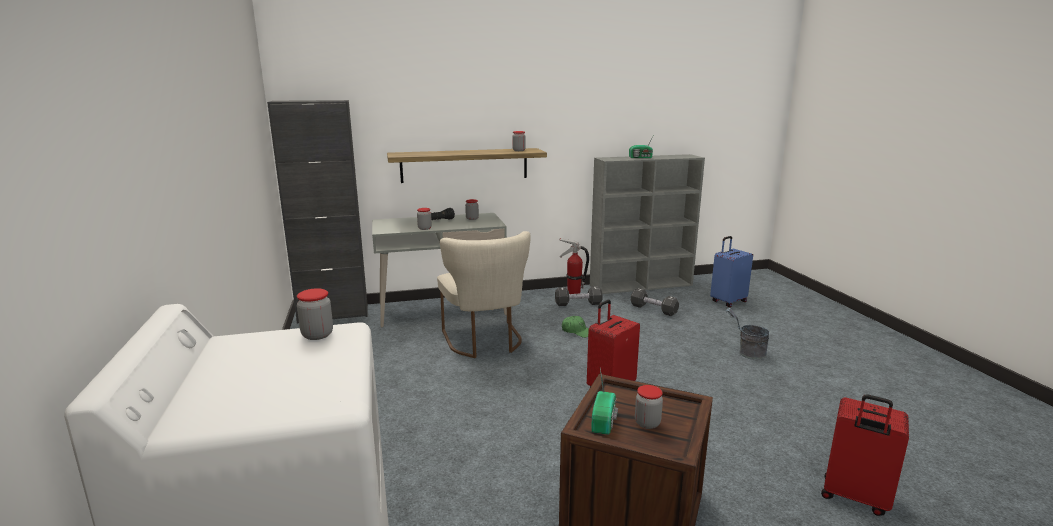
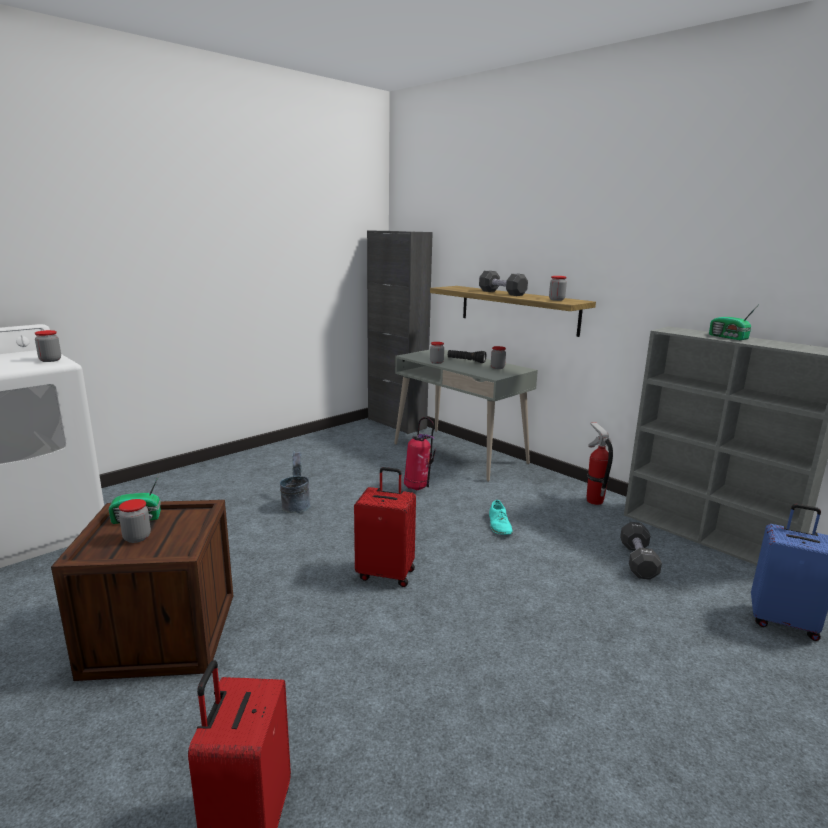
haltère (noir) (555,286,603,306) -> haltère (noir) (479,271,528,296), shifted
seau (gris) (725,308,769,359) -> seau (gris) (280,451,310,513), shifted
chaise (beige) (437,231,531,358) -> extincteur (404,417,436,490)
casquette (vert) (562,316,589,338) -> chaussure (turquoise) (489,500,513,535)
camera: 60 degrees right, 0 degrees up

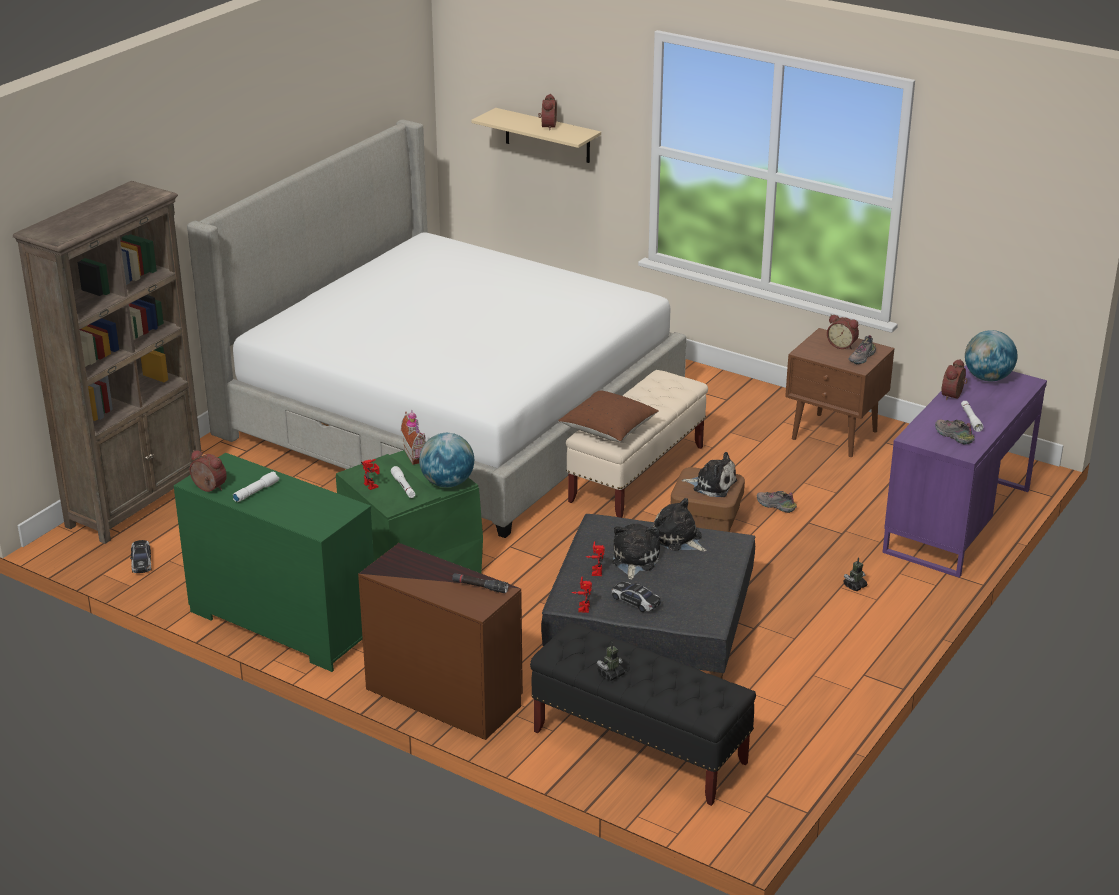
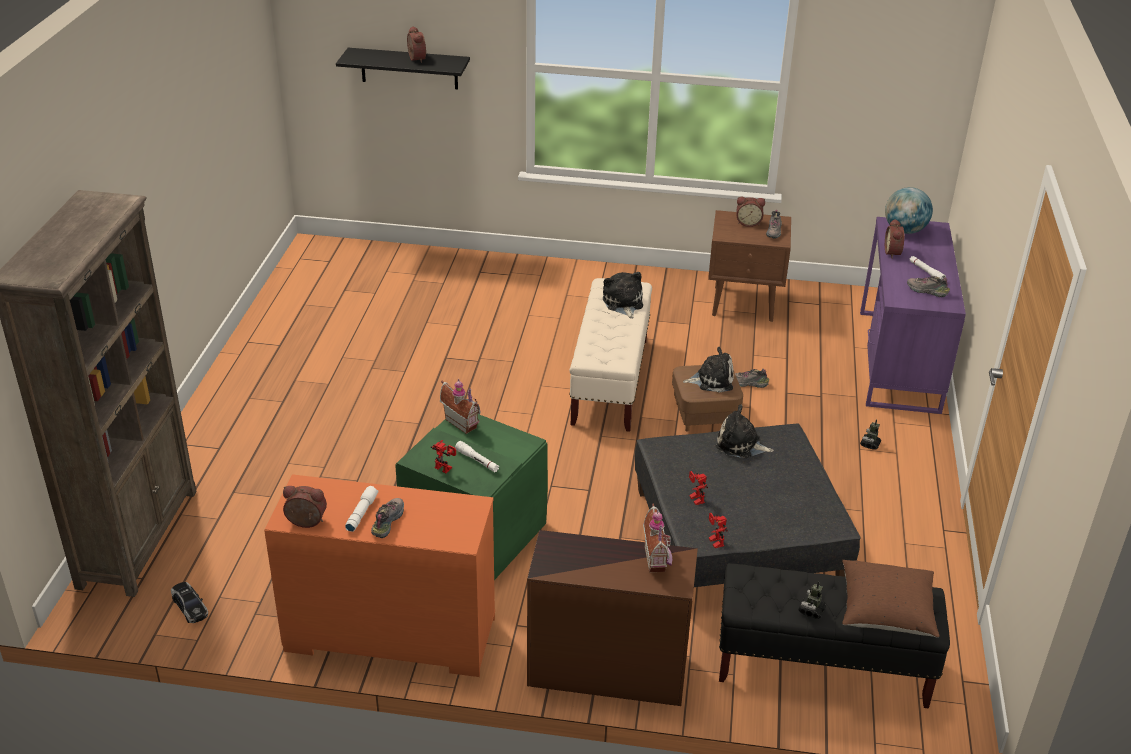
lit (187,119,687,538) -> none
globe (419,433,474,488) -> none
petite voiture (611,582,661,612) -> none
none -> chaussure (371,498,404,538)
coussin (marron) (558,391,659,442) -> coussin (marron) (842,560,939,638), shifted
peluche (612,524,660,580) -> peluche (603,272,643,319), shifted
lampe de poche (noir) (452,573,509,593) -> maison miniature (643,503,672,573)
commode (vert) (174,453,374,672) -> commode (orange) (264,474,495,677)
étagère (beige) (471,108,601,163) -> étagère (noir) (336,48,470,89)
camera: 25 degrees left, 5 degrees up

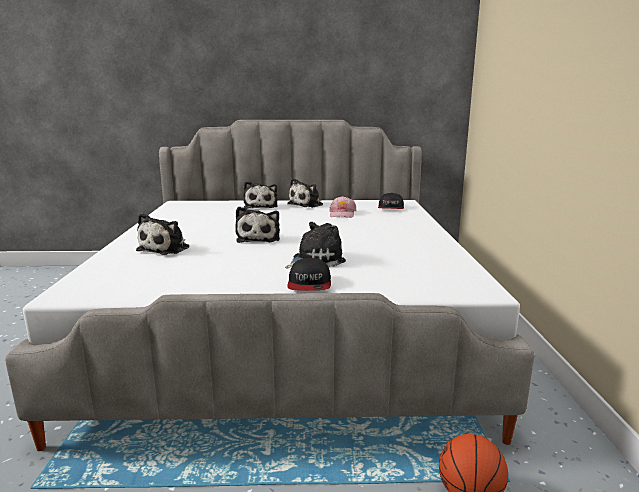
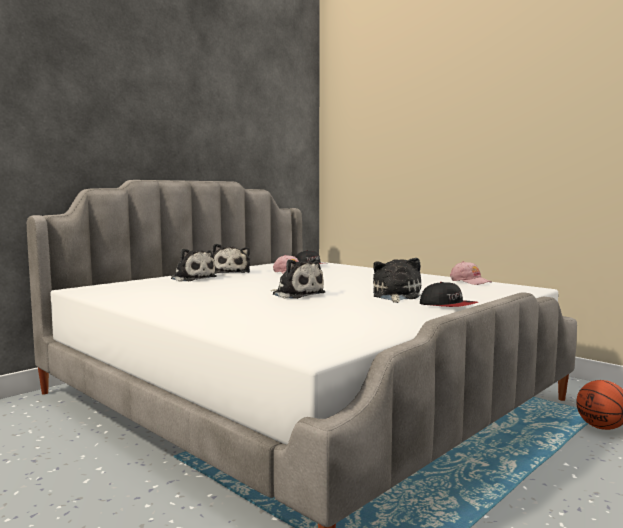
peluche (136,213,189,255) -> none
none -> casquette (rose) (450,261,492,285)
camera: 45 degrees left, 10 degrees down

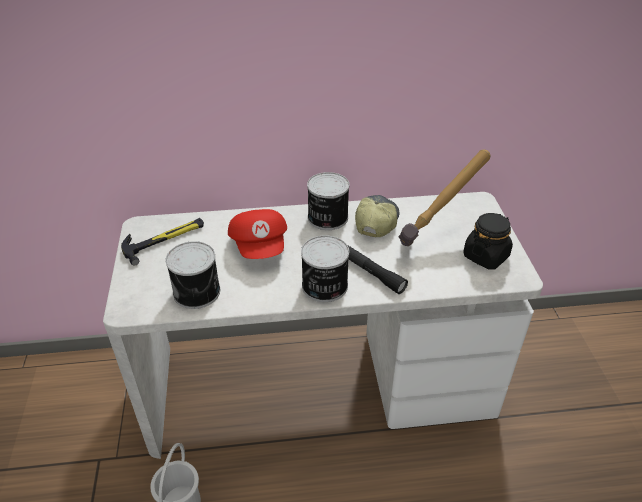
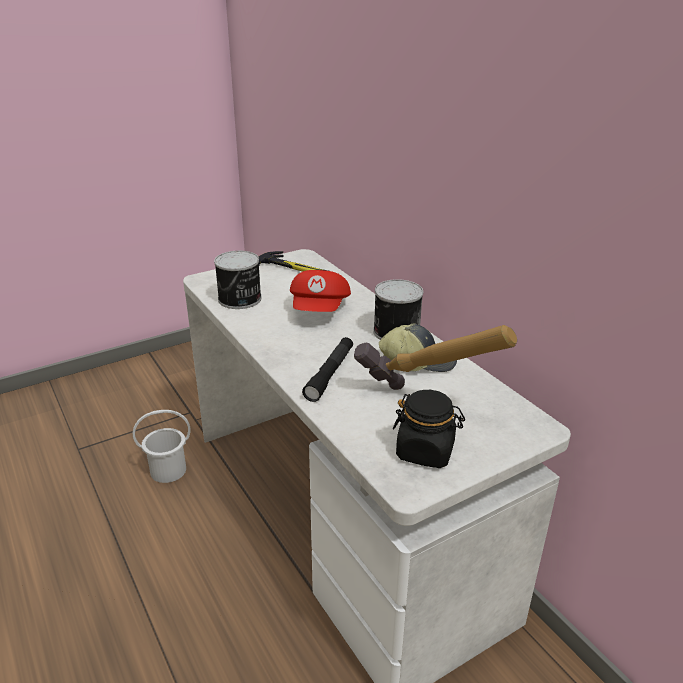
boîte métallique (301,235,349,302) -> none
casquette (rouge) (228,209,287,259) -> casquette (rouge) (290,270,351,312), 45 degrees counterclockwise
camera: 65 degrees right, 10 degrees down

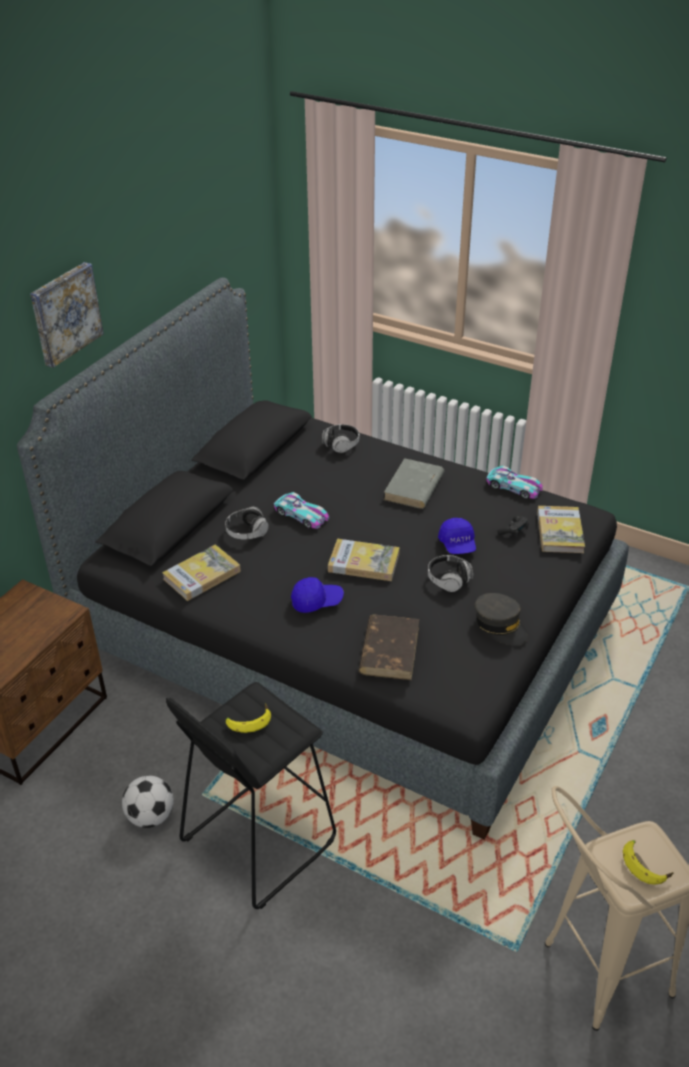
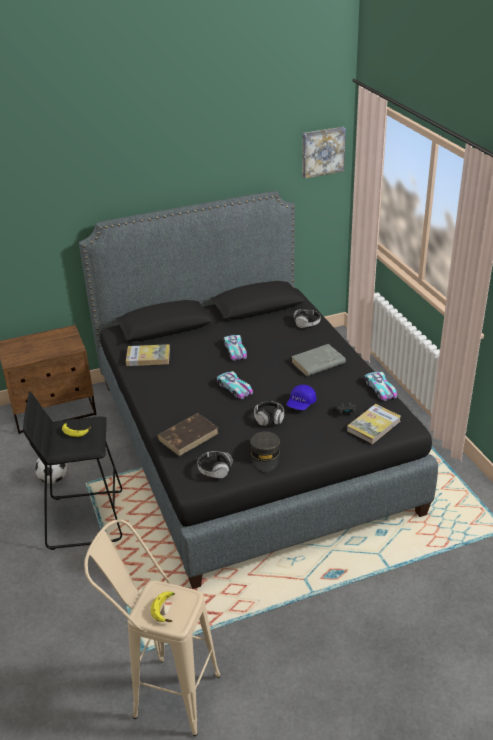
casquette (bleu) (291,577,344,613) -> none
tableau (30,262,104,368) -> tableau (302,127,346,179), shifted
casque audio (225,507,269,539) -> casque audio (198,451,233,478), shifted
livre (328,539,400,581) -> petite voiture (217,371,253,399)
camera: 40 degrees right, 5 degrees down

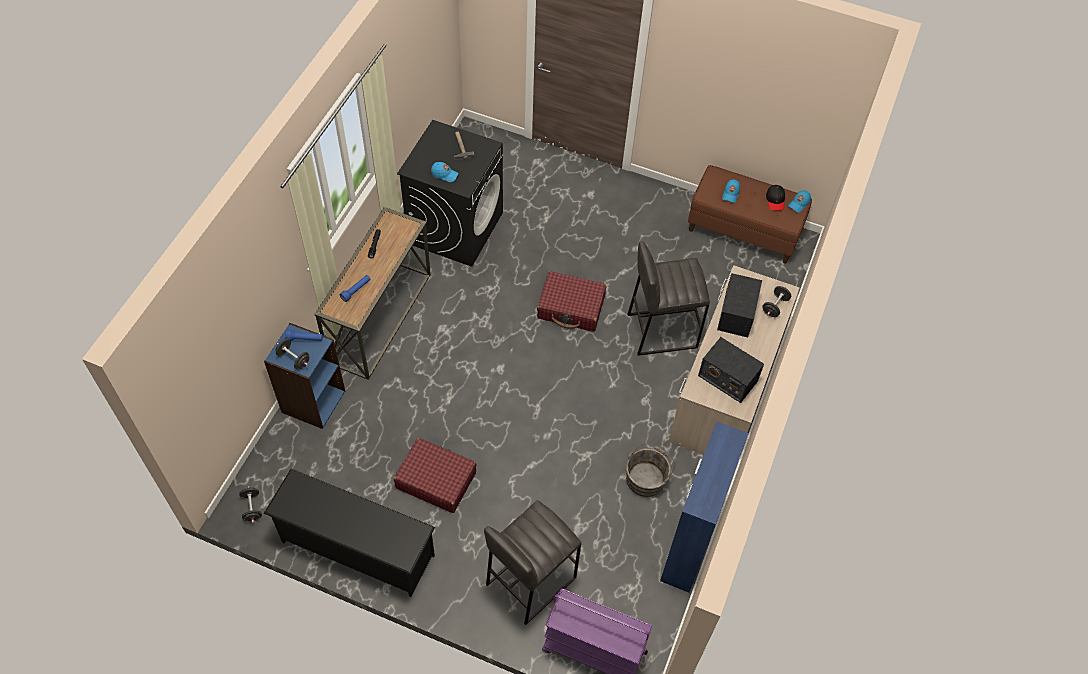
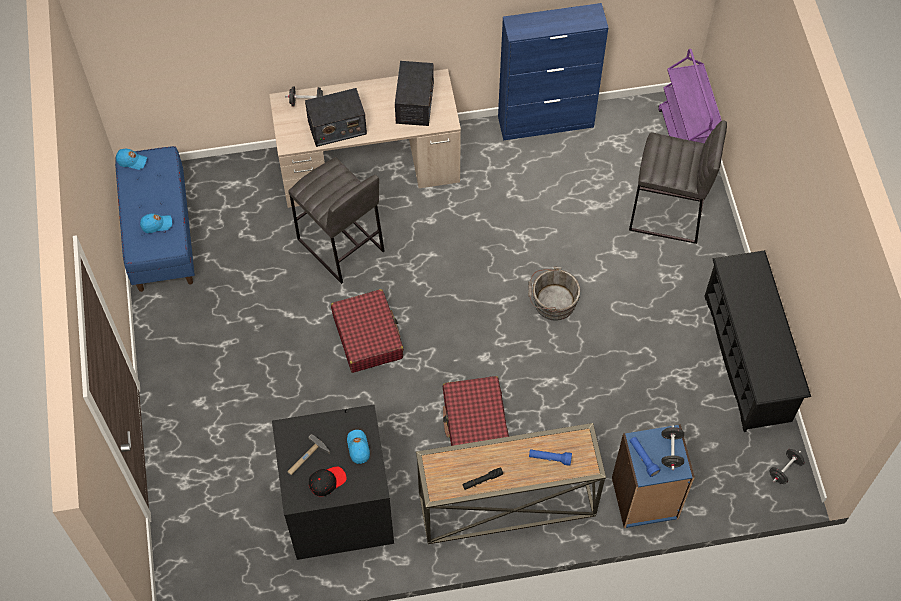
valise (rouge) (394,438,477,513) -> valise (rouge) (443,376,509,446), shifted
seau (gris) (625,444,675,497) -> seau (gris) (528,266,581,321), shifted
casquette (noir) (766,185,785,211) -> casquette (noir) (309,466,347,496), shifted
banc (marron) (688,165,812,263) -> banc (bleu) (115,146,195,292)
camera: 120 degrees left, 5 degrees up

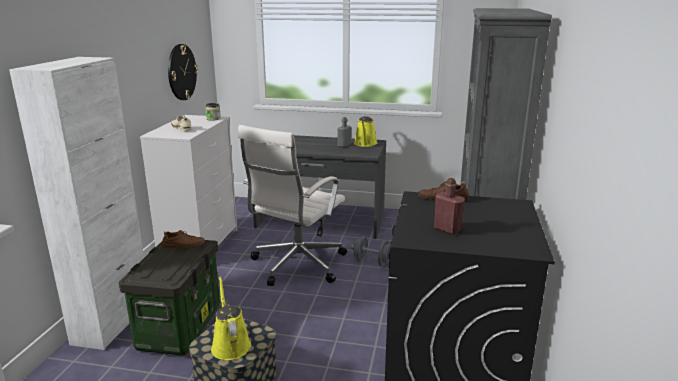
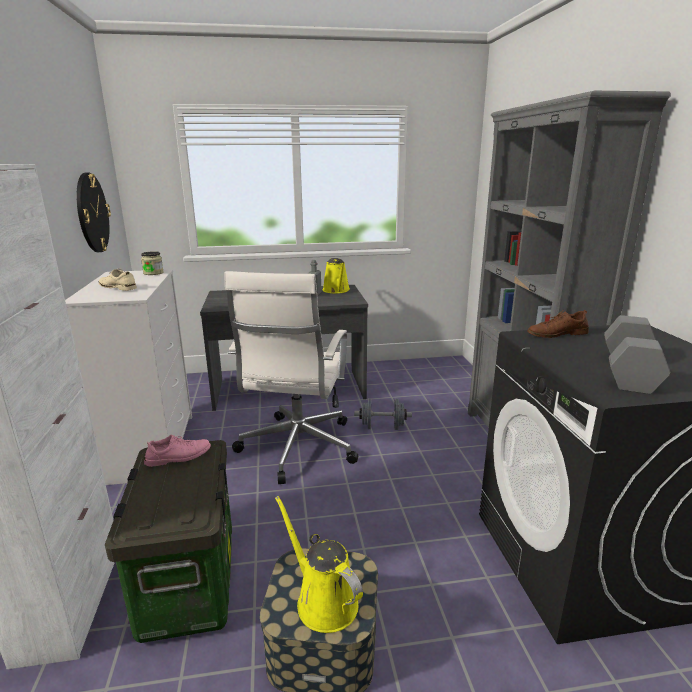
bouteille (rouge) (434,178,465,235) -> haltère (gris) (604,315,671,394)
chaussure (marron) (162,230,205,249) -> chaussure (rose) (144,435,211,467)
camera: 20 degrees left, 0 degrees up

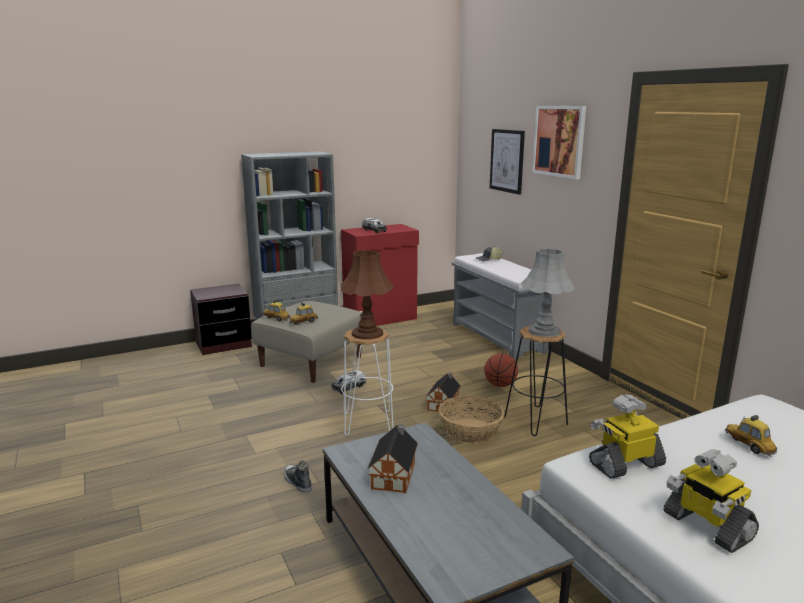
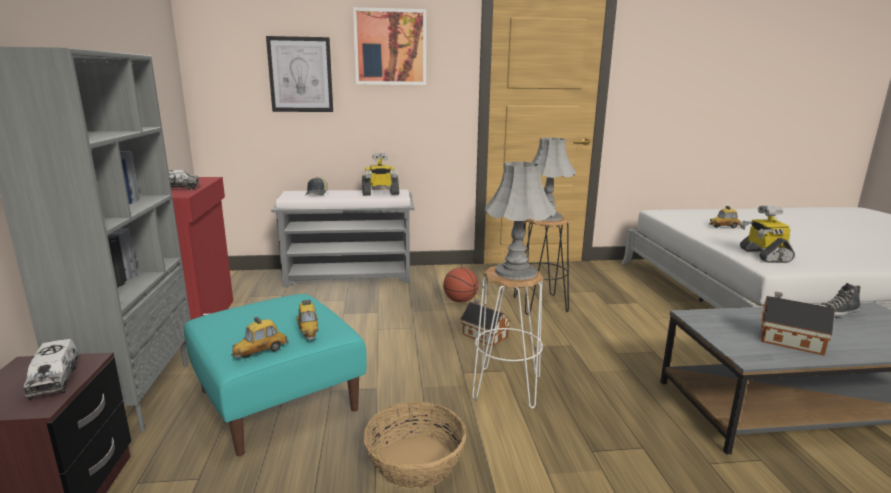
chaussure (284,461,312,493) -> chaussure (820,283,861,317), shifted
camion jouet (331,370,366,394) -> camion jouet (24,339,79,400), shifted
panier (439,395,504,444) -> panier (363,402,466,489), shifted
robot jouet (663,449,759,553) -> robot jouet (362,153,399,196), shifted
pouf (beige) (251,301,362,383) -> pouf (turquoise) (184,294,367,456)
lampe de table (marron) (340,250,393,340) -> lampe de table (gris) (485,161,556,280)
camera: 70 degrees left, 0 degrees up

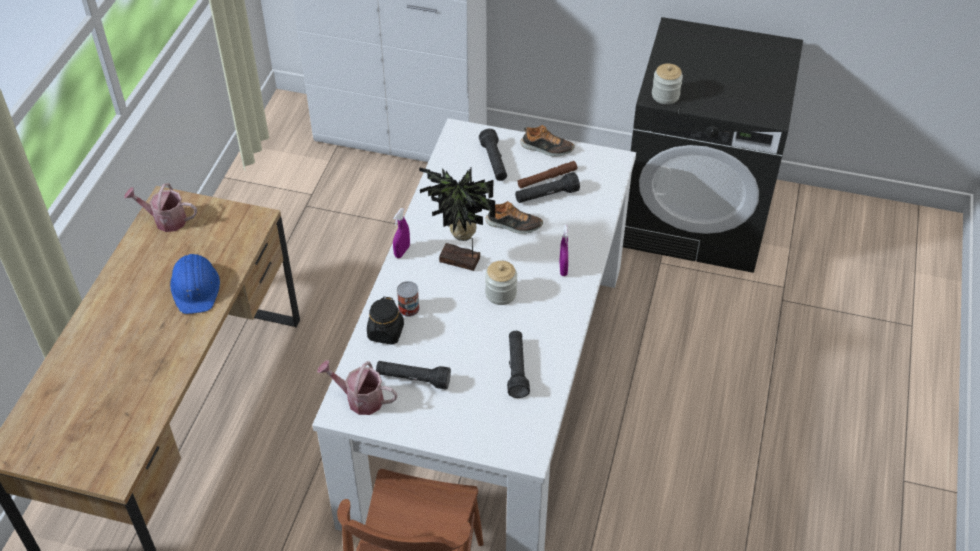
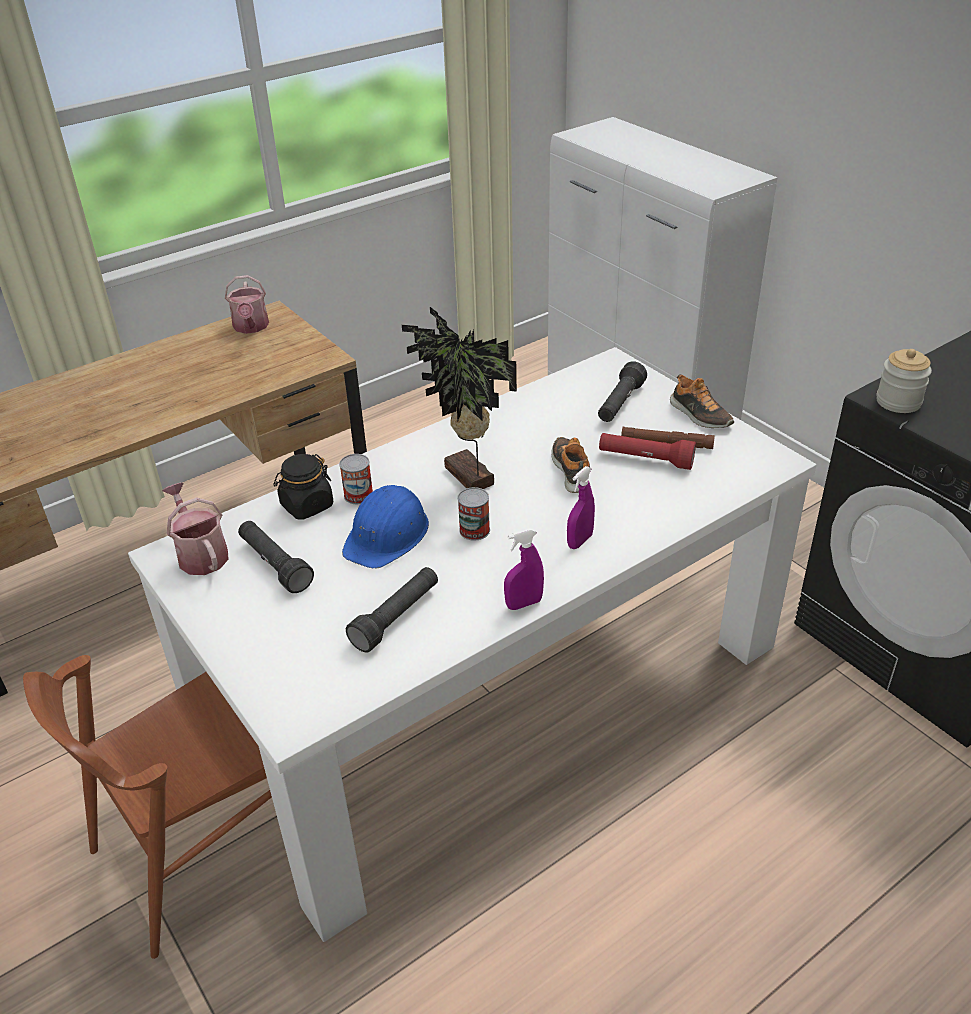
casque de chantier (bleu) (170,254,220,314) -> casque de chantier (bleu) (342,485,429,568), shifted
vaporisateur (violet) (393,208,410,258) -> vaporisateur (violet) (504,528,544,610), shifted
bocal (485,261,517,305) -> boîte métallique (457,487,490,541)
lampe de poche (noir) (515,172,580,203) -> lampe de poche (rouge) (599,433,696,470)
arrosoir (124,183,197,232) -> arrosoir (225,275,269,334), 150 degrees counterclockwise
chaussure (486,201,543,234) -> chaussure (551,437,590,493), 150 degrees counterclockwise
camera: 40 degrees right, 10 degrees down

